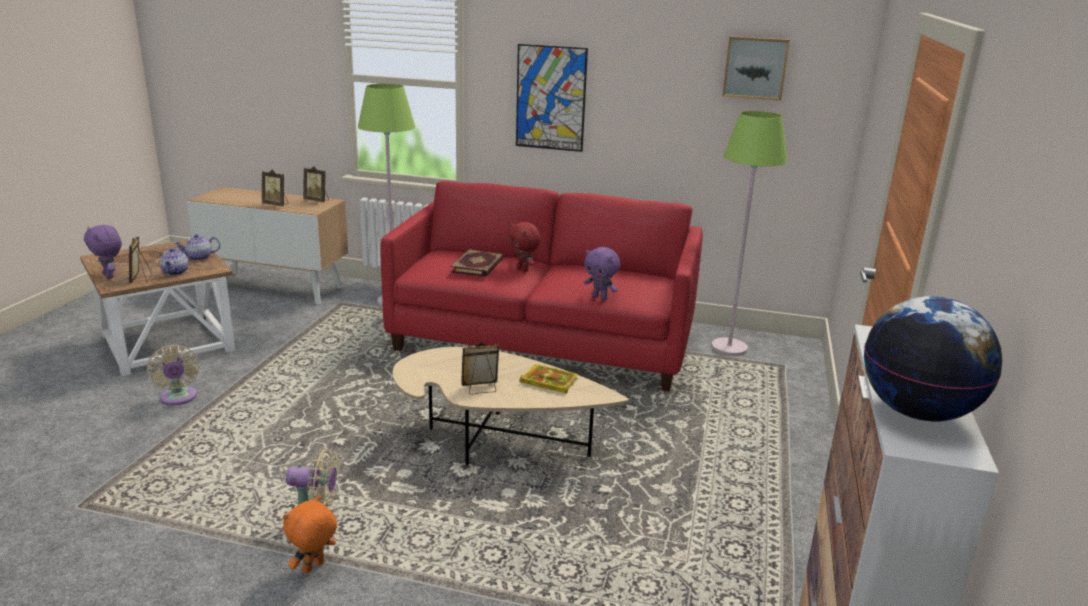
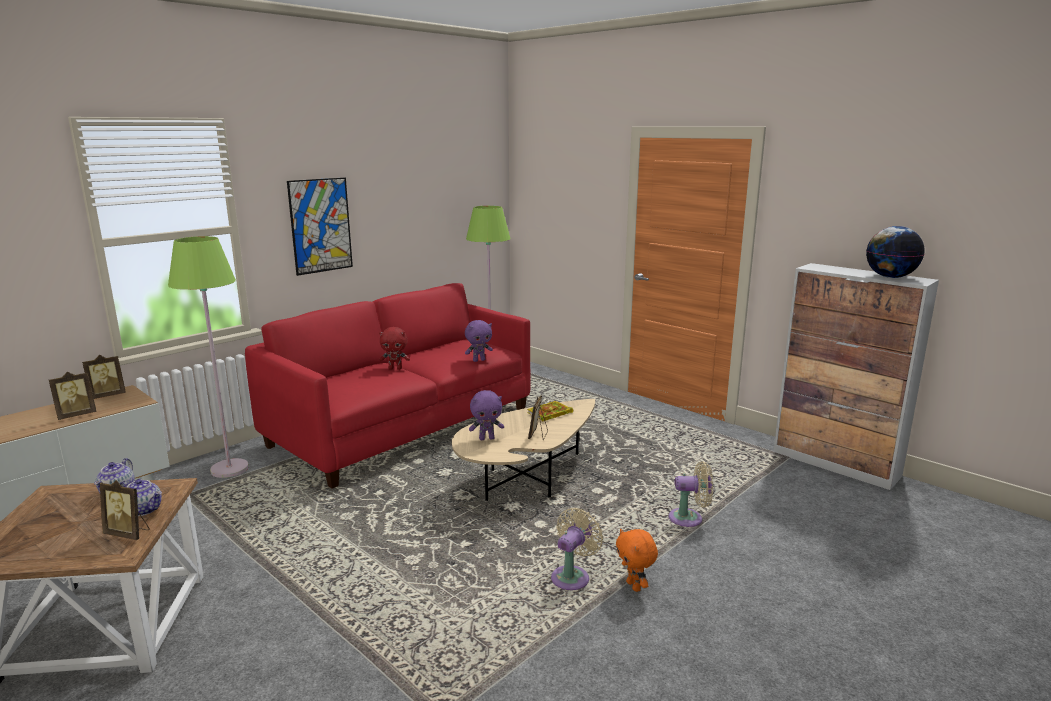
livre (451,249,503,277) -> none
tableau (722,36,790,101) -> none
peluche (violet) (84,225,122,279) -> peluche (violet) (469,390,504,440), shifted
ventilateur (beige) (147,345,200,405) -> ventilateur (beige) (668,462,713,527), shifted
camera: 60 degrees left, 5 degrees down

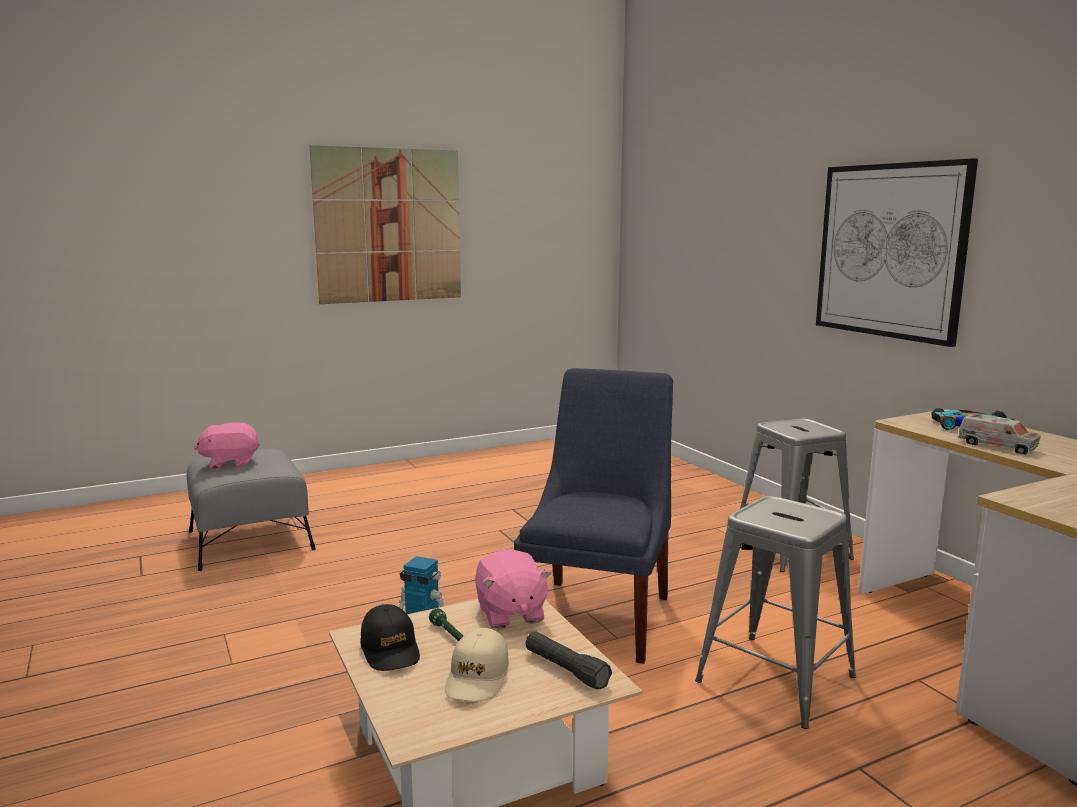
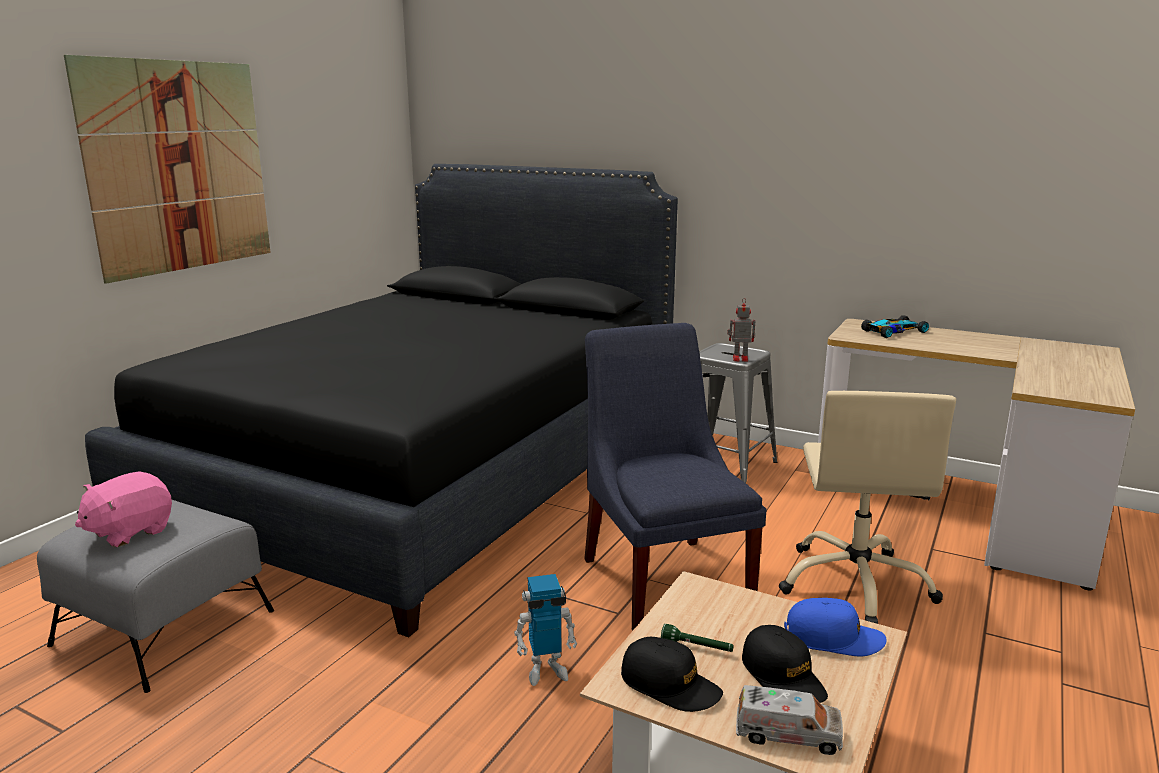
peluche (rose) (475,549,552,629) -> none
tableau (816,158,978,347) -> none
none -> lit (noir) (85,164,678,637)
none -> robot jouet (727,298,755,362)
camion jouet (958,413,1041,455) -> camion jouet (736,685,843,755), shifted
lampe de poche (noir) (525,631,612,690) -> casquette (bleu) (784,598,886,656)
tabouret (gris) (695,496,856,729) -> chaise de bureau (beige) (778,391,956,624)
casquette (beige) (445,628,509,702) -> casquette (noir) (742,625,828,703)
camera: 35 degrees left, 5 degrees up

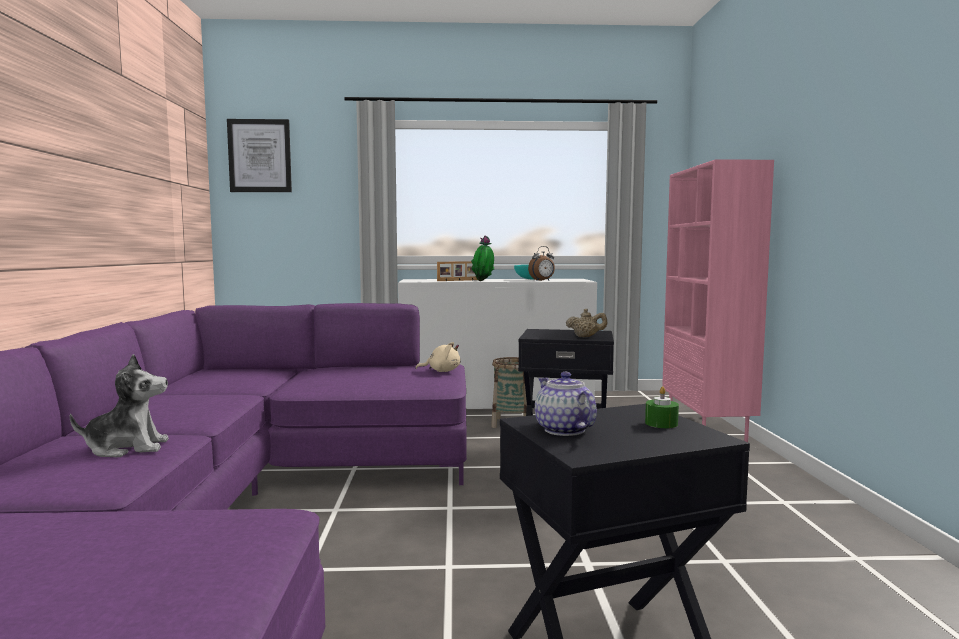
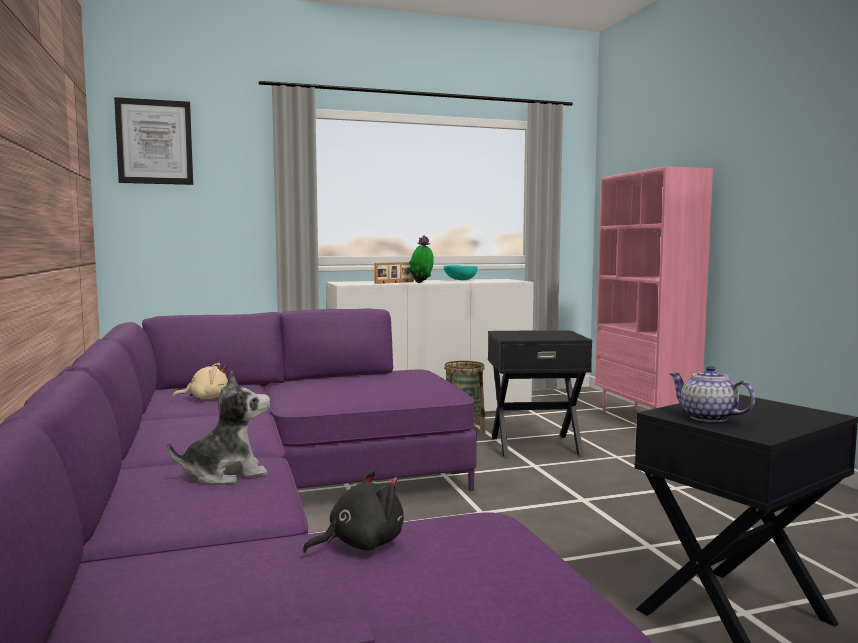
réveil (528,246,555,281) -> none
théière (beige) (566,309,607,337) -> none
bougie (vert) (645,386,679,428) -> none
none -> peluche (noir) (303,470,404,553)
peluche (beige) (415,342,460,372) -> peluche (beige) (172,363,228,399), shifted
camera: 15 degrees left, 0 degrees up

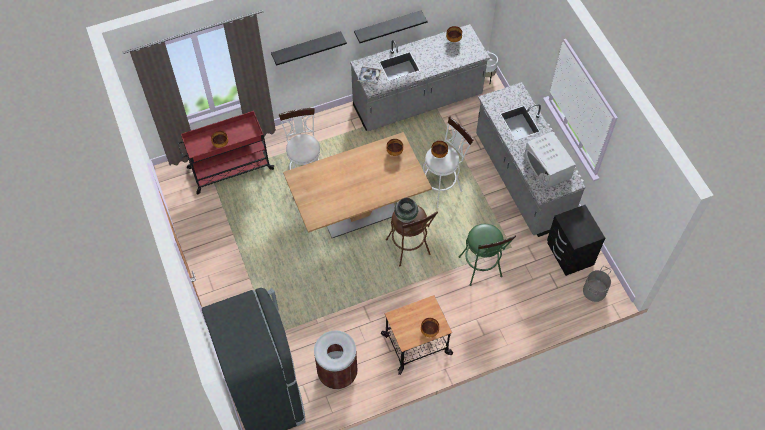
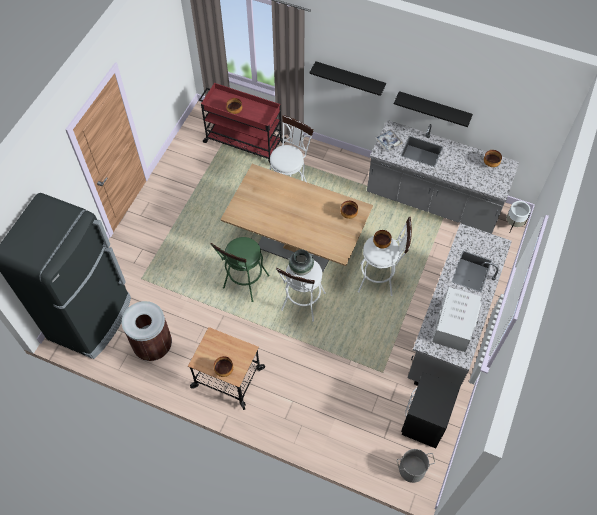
tabouret (vert) (459,224,516,286) -> tabouret (vert) (211,237,270,302), shifted
tabouret (marron) (386,205,438,267) -> tabouret (blanc) (276,260,326,322)
camera: 45 degrees right, 0 degrees up

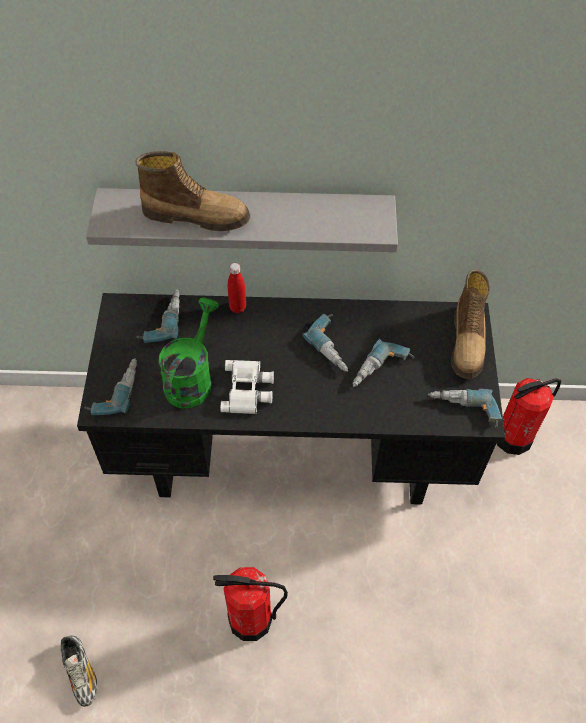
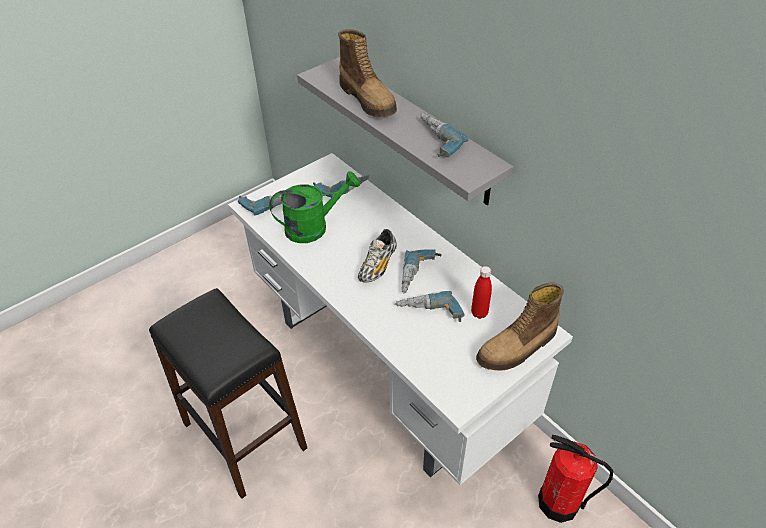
jumelles (blanc) (220,360,274,414) -> none
chaussure (61,635,97,707) -> chaussure (358,229,397,282), shifted
bouteille (rouge) (228,263,246,314) -> bouteille (rouge) (471,266,492,319), shifted
perceuse (428,389,502,428) -> perceuse (421,113,468,157), shifted
extincteur (213,567,288,641) -> tabouret (noir) (149,288,307,499)
bureau (noir) (77,293,505,505) -> bureau (blanc) (228,153,573,485)
camera: 50 degrees right, 10 degrees down

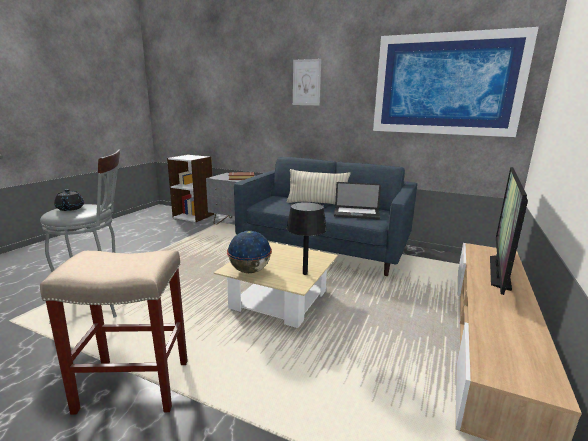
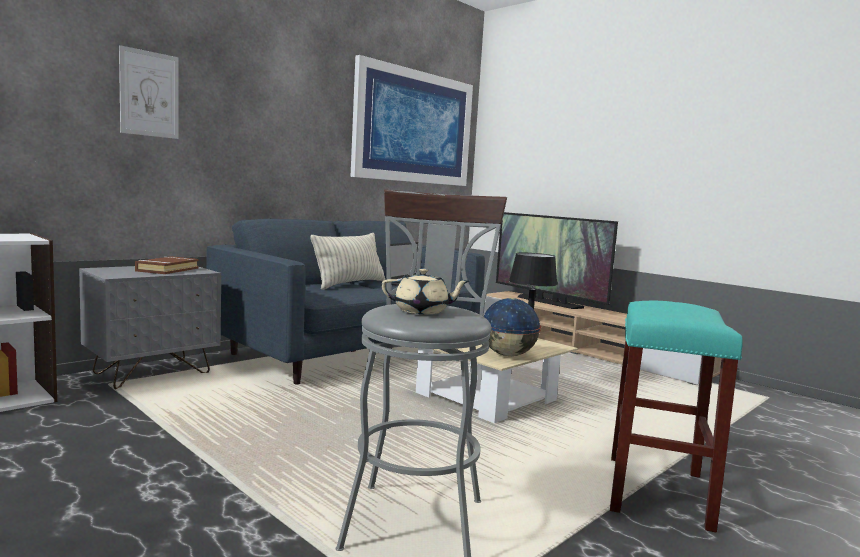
tableau (293,59,321,105) -> tableau (119,45,178,139), shifted
tabouret (beige) (40,251,188,415) -> tabouret (turquoise) (610,301,743,532)
théière (noir) (54,189,84,211) -> théière (beige) (382,269,469,314)
camera: 70 degrees left, 10 degrees down

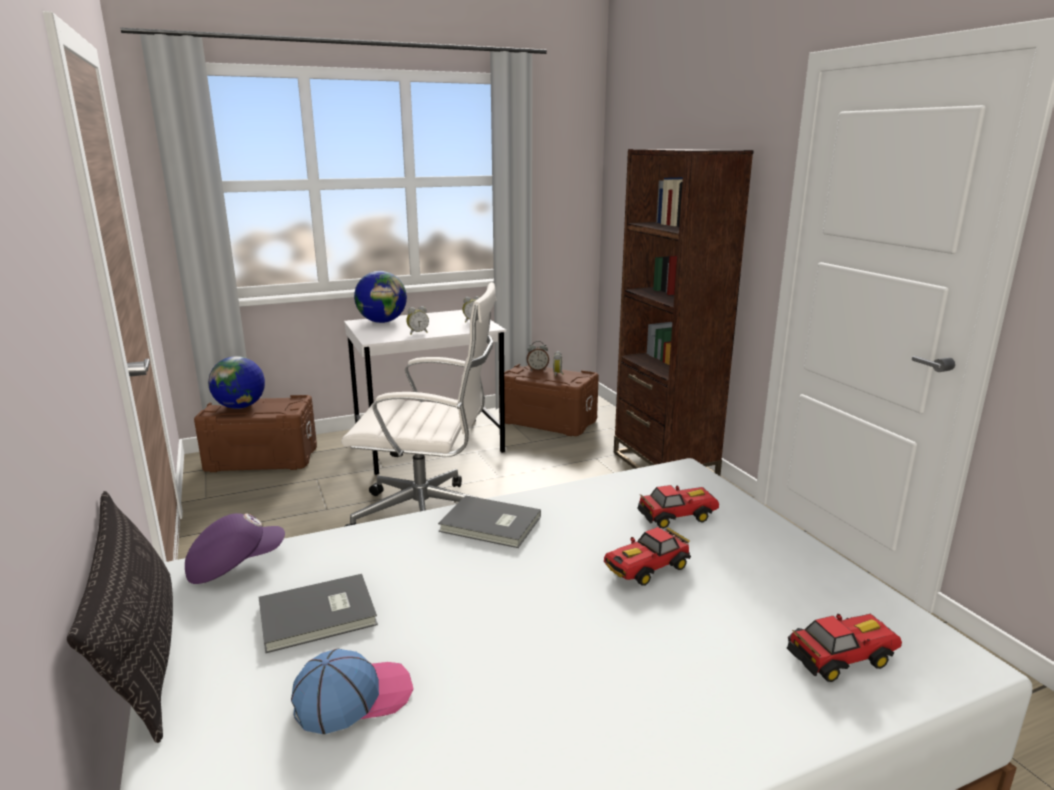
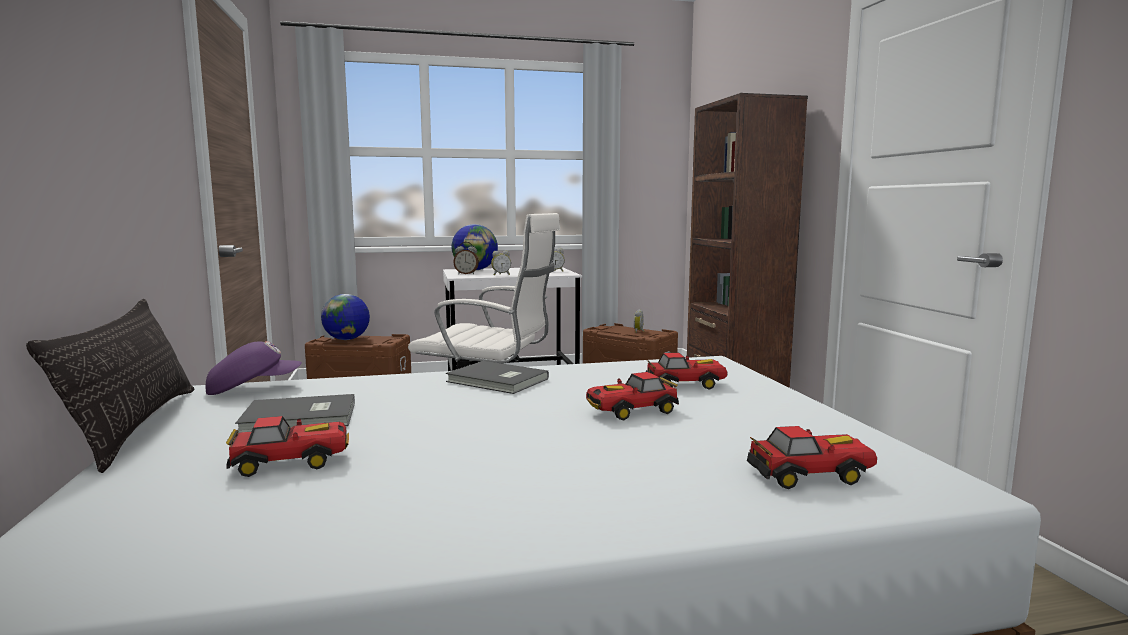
réveil (526,341,549,371) -> réveil (453,242,479,274), shifted
casquette (291,649,414,734) -> petite voiture (226,416,349,477)
camera: 10 degrees right, 10 degrees down

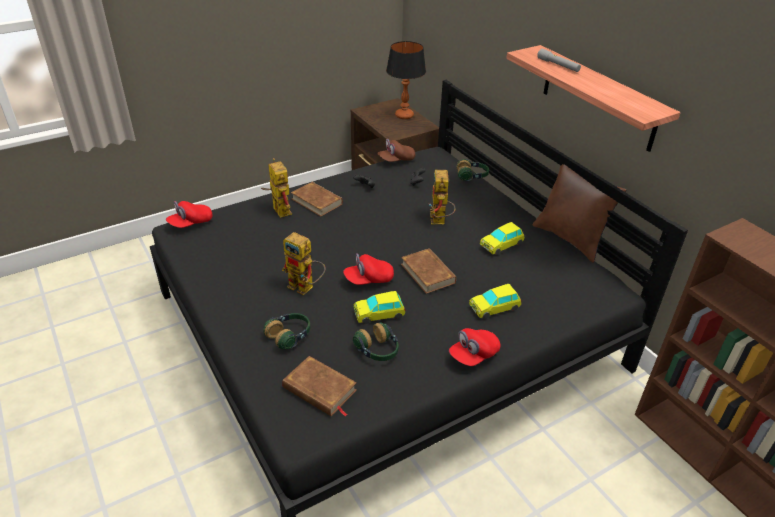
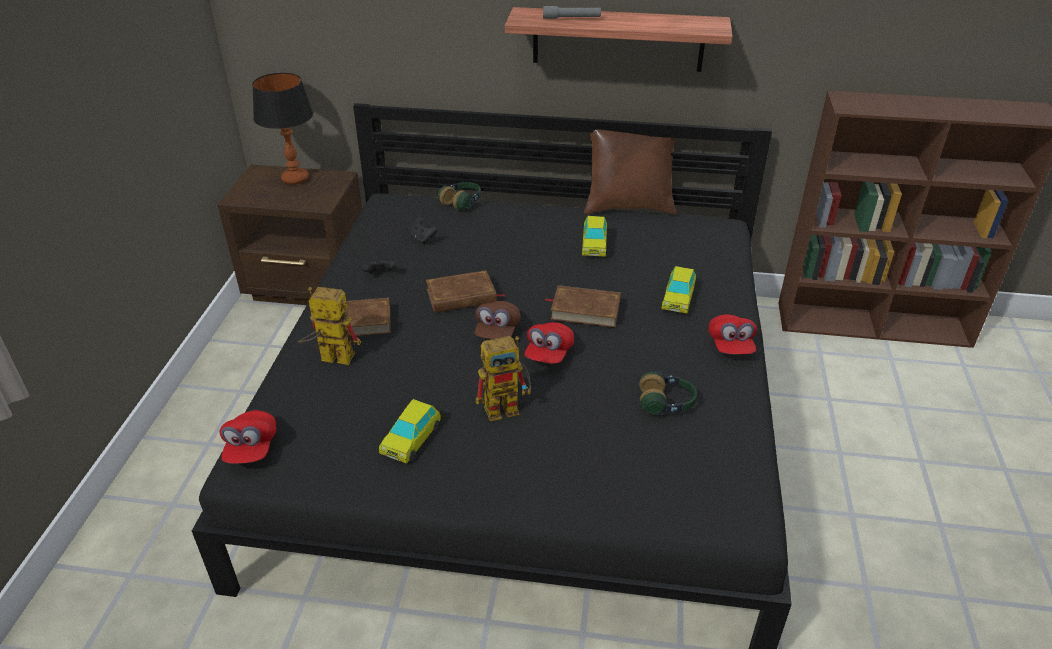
casque audio (263,313,310,349) -> none
robot jouet (429,170,456,224) -> none
livre (marron) (282,356,357,417) -> livre (marron) (426,270,505,313), shifted
petite voiture (354,291,406,324) -> petite voiture (379,399,441,464), shifted
casquette (marron) (377,139,415,162) -> casquette (marron) (475,301,521,339), shifted
camera: 50 degrees left, 0 degrees up

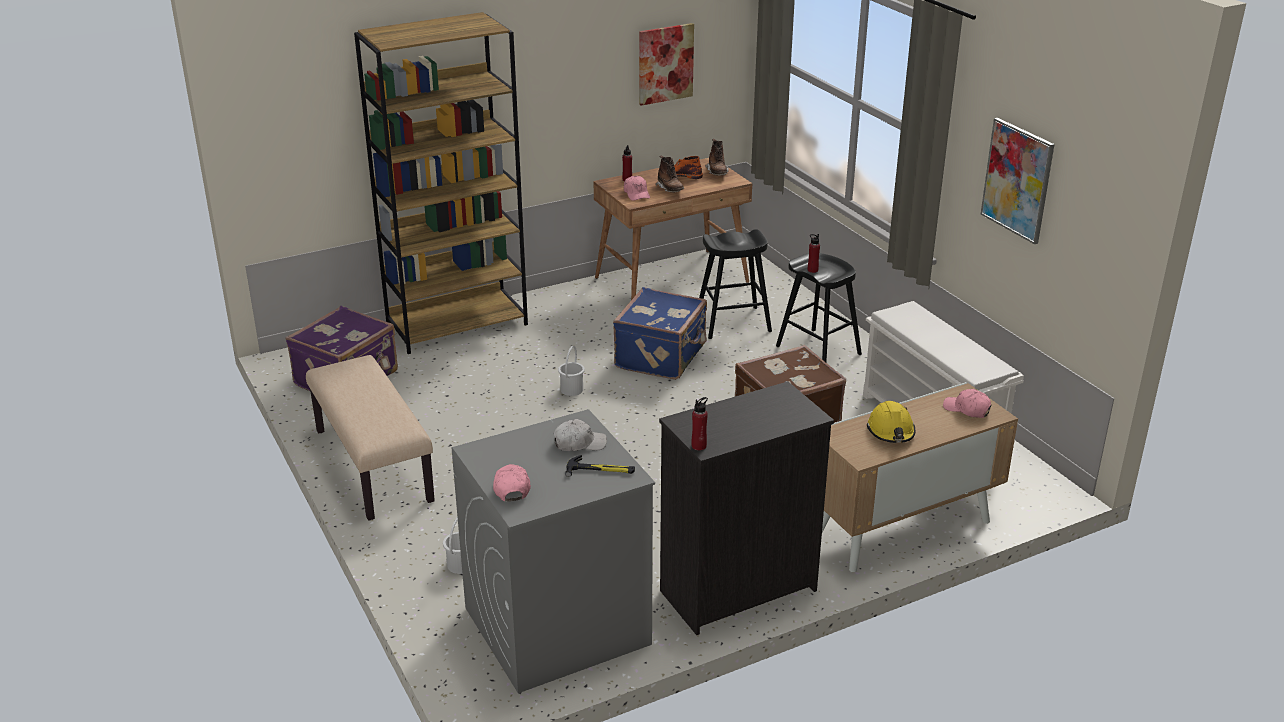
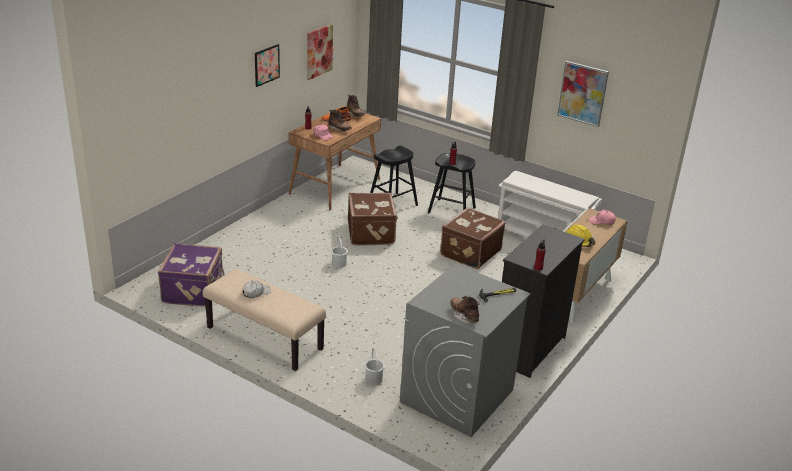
bibliothèque (marron) (354,12,528,354) -> none
none -> tableau (255,44,280,87)
casquette (blanc) (553,419,607,451) -> casquette (blanc) (242,280,271,298), shifted
casquette (rose) (493,464,531,502) -> botte (marron) (450,296,480,324)
valise (bleu) (613,287,707,380) -> valise (marron) (348,193,398,245)
camera: 30 degrees left, 0 degrees up

